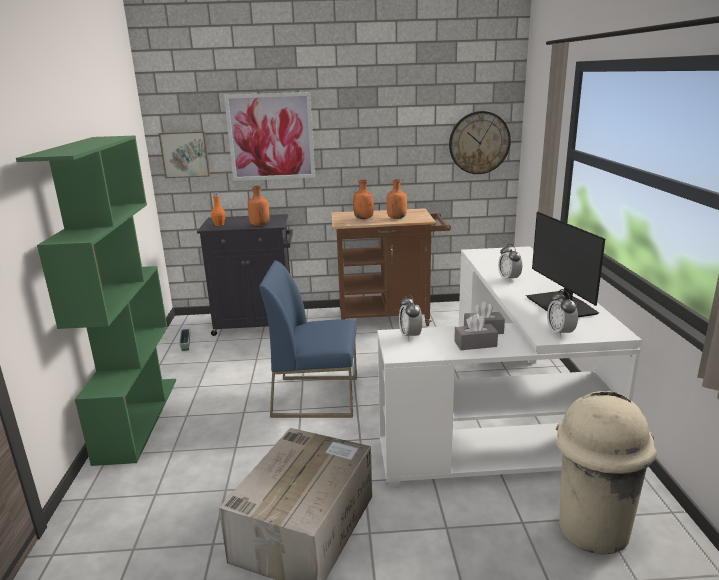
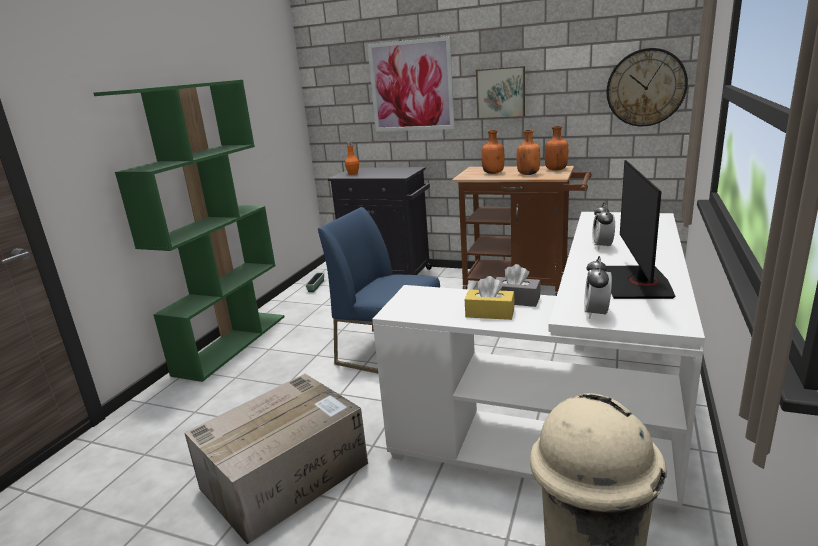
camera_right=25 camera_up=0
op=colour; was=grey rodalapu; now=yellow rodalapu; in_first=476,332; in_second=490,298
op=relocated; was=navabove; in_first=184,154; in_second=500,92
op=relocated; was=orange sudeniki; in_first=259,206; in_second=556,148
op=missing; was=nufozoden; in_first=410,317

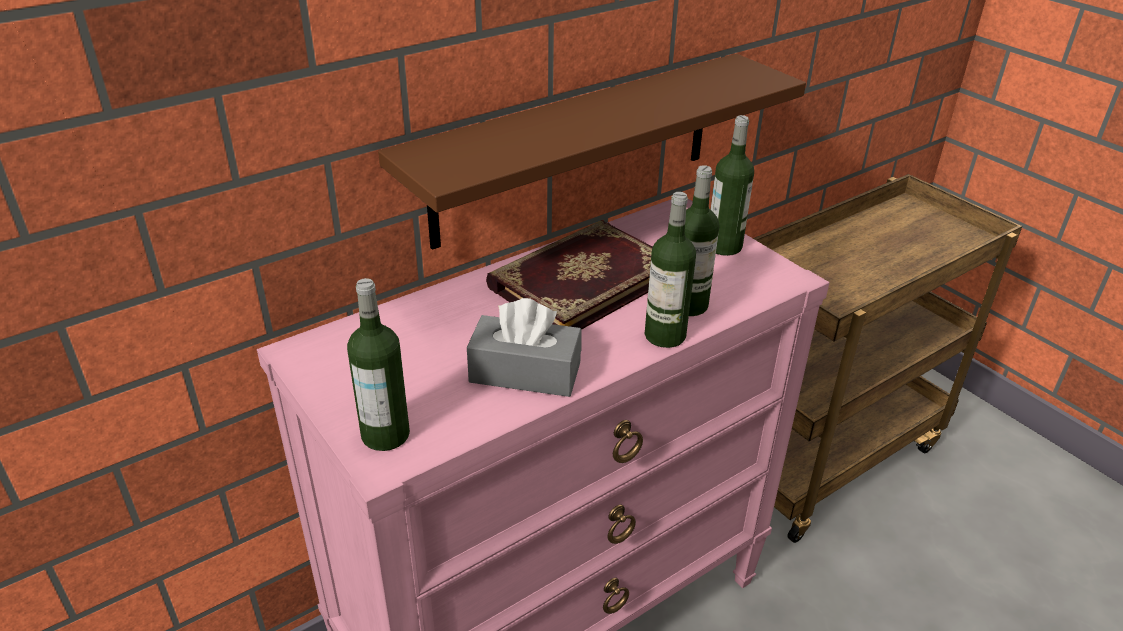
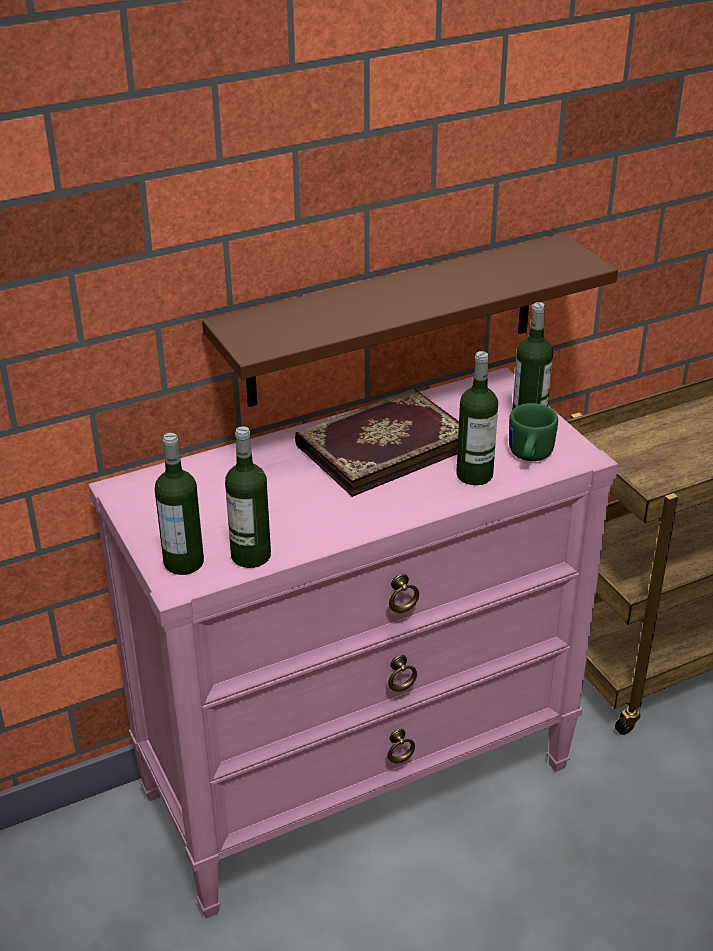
camera_right=10 camera_up=0
op=relocated; was=sudeniki; in_first=670,270; in_second=248,497
op=appeared; now=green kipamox; in_second=533,432
op=missing; was=grey rodalapu; in_first=524,347

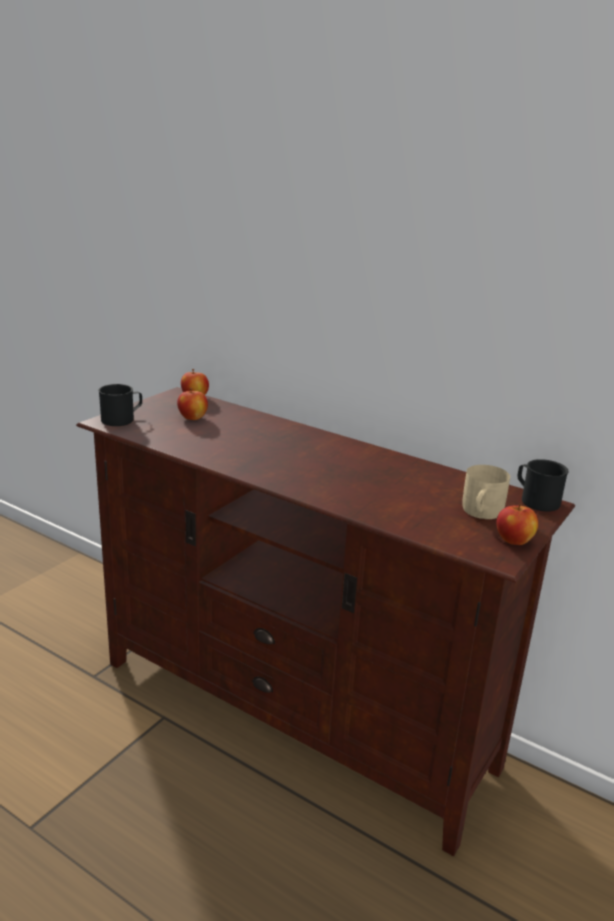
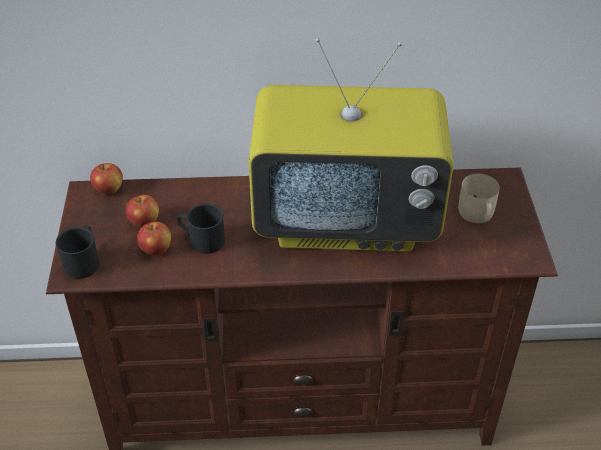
camera_right=-35 camera_up=20
op=relocated; was=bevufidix; in_first=517,524; in_second=154,238
op=relocated; was=black kipamox; in_first=543,485; in_second=201,228
op=appeared; now=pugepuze; in_second=351,144

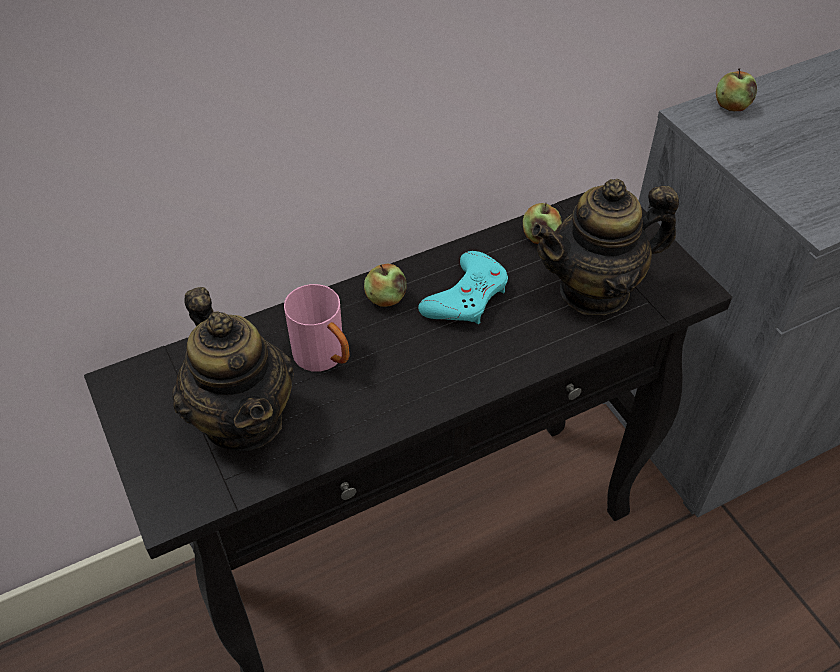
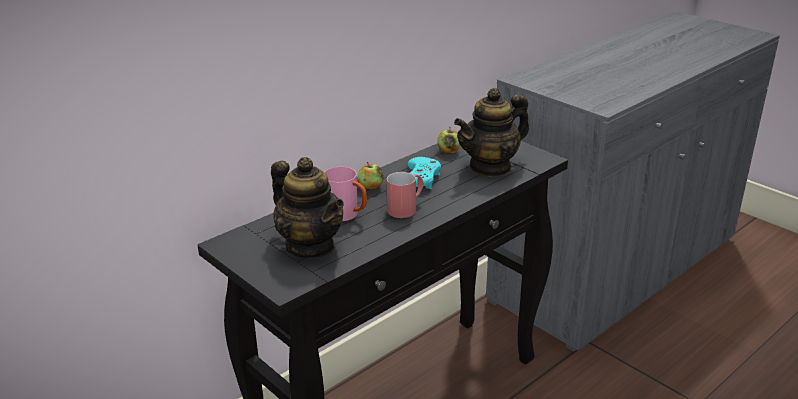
camera_right=-15 camera_up=-20
op=appeared; now=red kipamox; in_second=405,195
op=missing; was=bevufidix; in_first=736,89

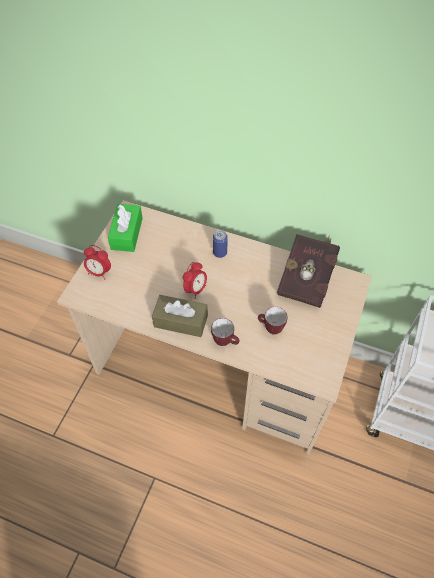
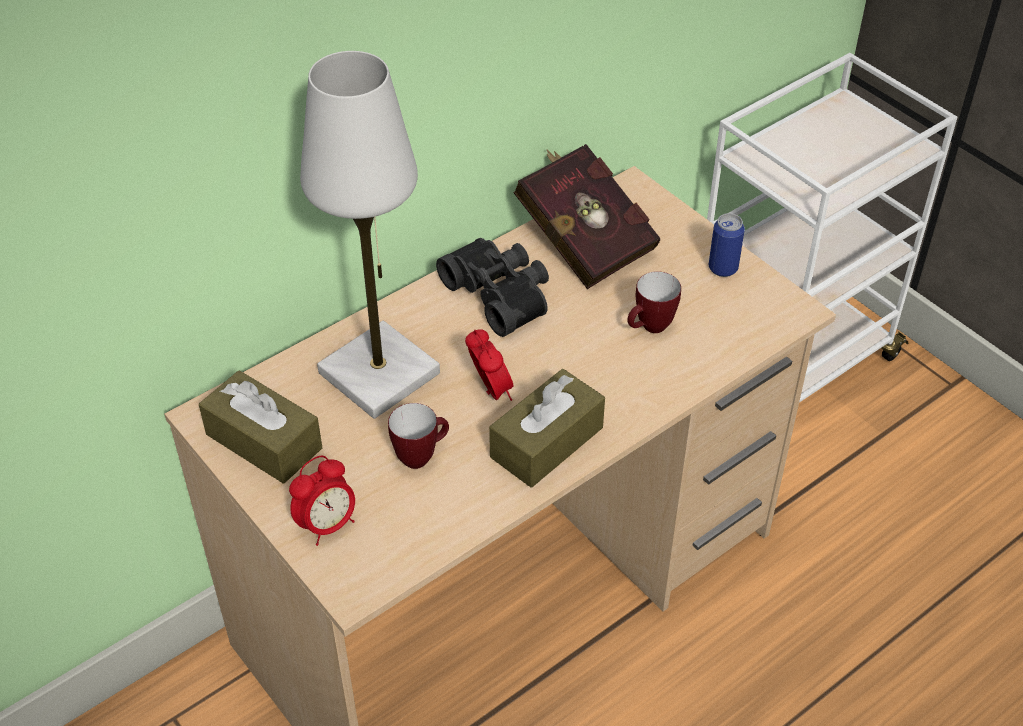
camera_right=-60 camera_up=-10
op=colour; was=green rodalapu; now=brown rodalapu; in_first=125,228; in_second=260,427
op=appeared; now=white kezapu; in_second=370,235
op=relocated; was=kipamox; in_first=225,332; in_second=418,436
op=appeared; now=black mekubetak; in_second=492,287
op=relocated; was=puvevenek; in_first=220,244; in_second=727,245

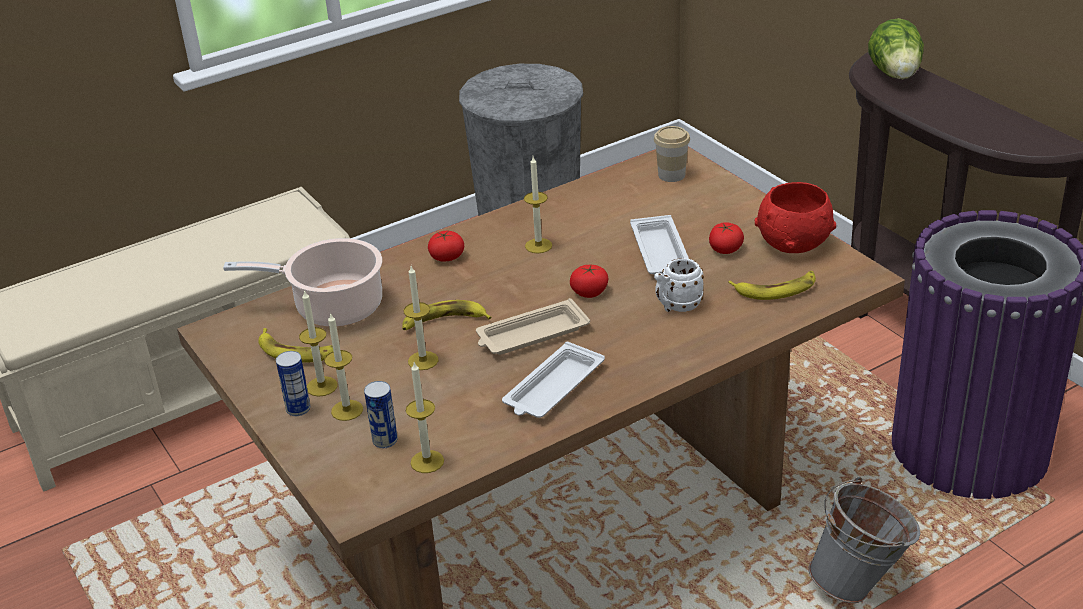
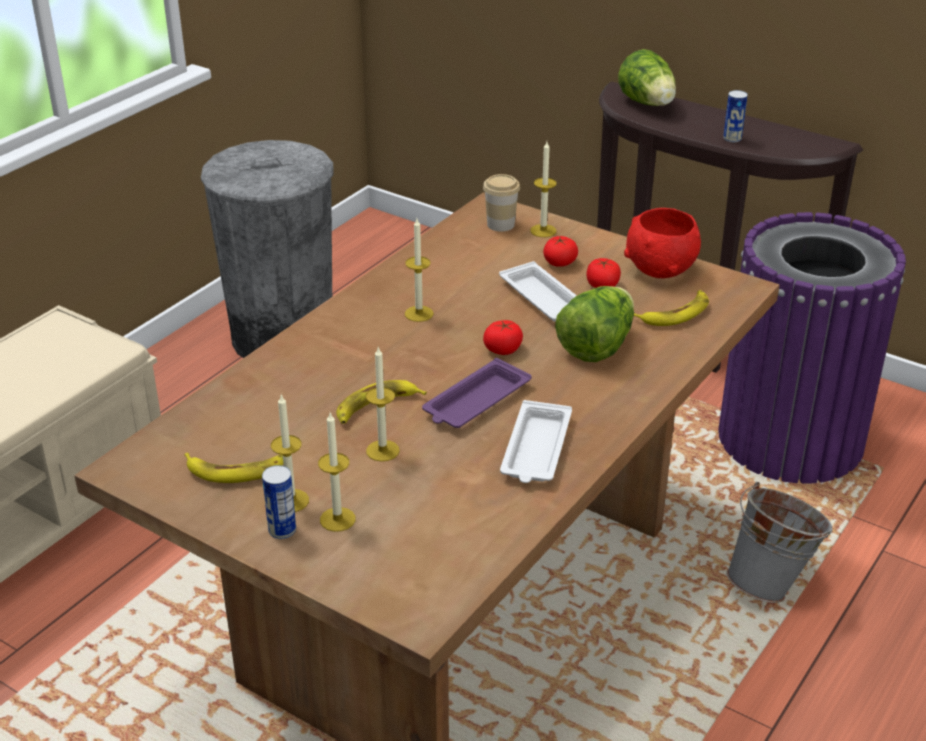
camera_right=-25 camera_up=0
op=colour; was=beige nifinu; now=purple nifinu; in_first=533,326; in_second=477,393
op=relocated; was=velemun; in_first=425,417; in_second=543,189
op=relocated; was=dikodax; in_first=446,246; in_second=560,251
op=exchanged; was=white kipamox; now=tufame; in_first=679,285; in_second=594,324
op=relocated; was=puvevenek; in_first=381,414; in_second=735,116
op=missing; was=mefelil; in_first=302,282

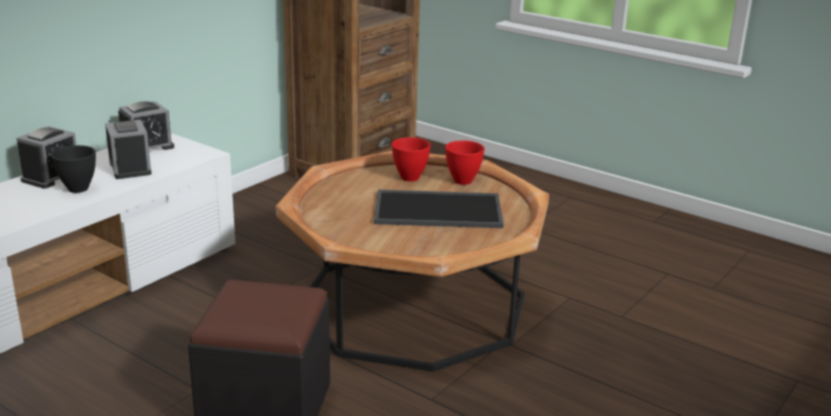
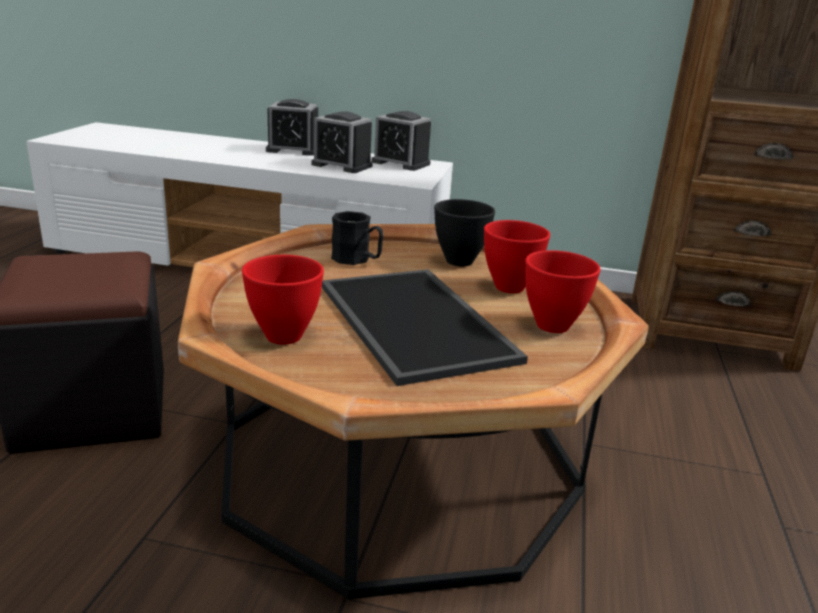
camera_right=65 camera_up=0
op=appeared; now=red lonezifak; in_second=283,300
op=spun; was=nufozoden; in_first=128,149; in_second=342,142; clockwise=75
op=appeared; now=black kipamox; in_second=357,238
op=relocated; was=black lonezifak; in_first=73,169; in_second=464,232

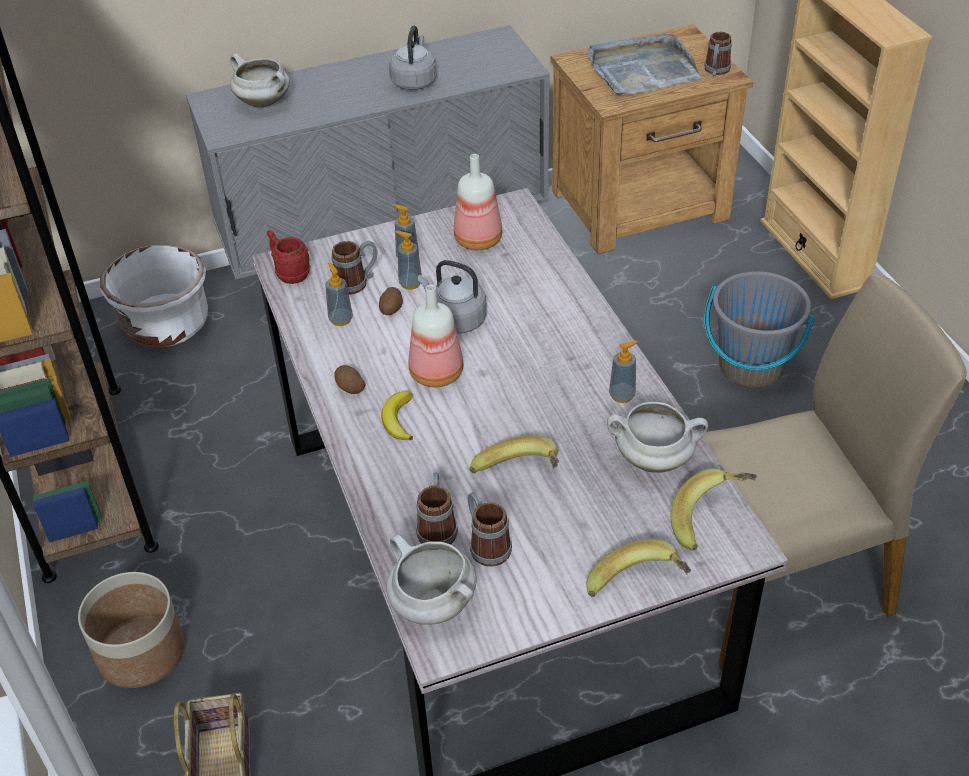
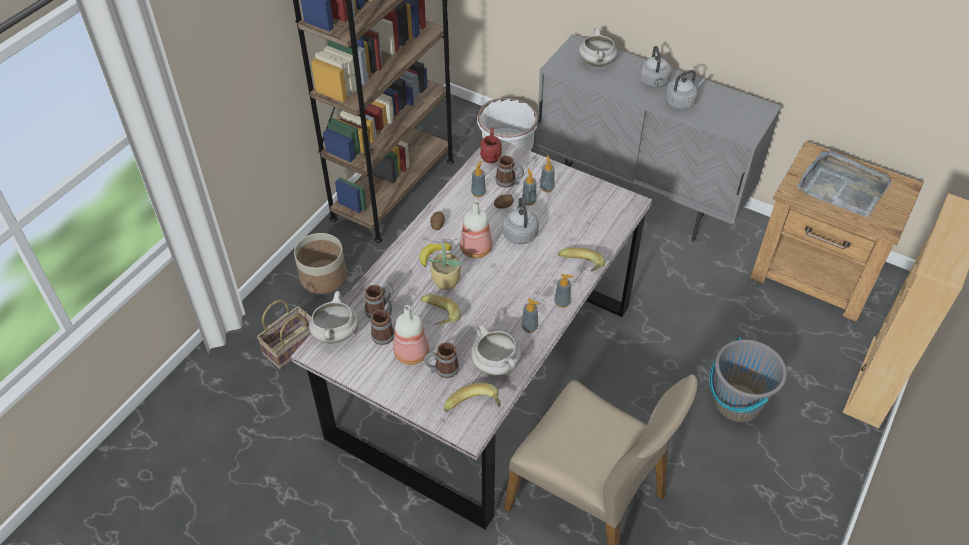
camera_right=50 camera_up=5
op=relocated; was=sudeniki; in_first=478,202; in_second=411,335
op=appeared; now=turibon; in_second=443,264
op=relocated; was=kipamox; in_first=718,54; in_second=442,360
op=appeared; now=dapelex; in_second=564,291
op=relocated; was=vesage; in_first=638,568; in_second=581,259
op=appeared; now=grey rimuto; in_second=655,67

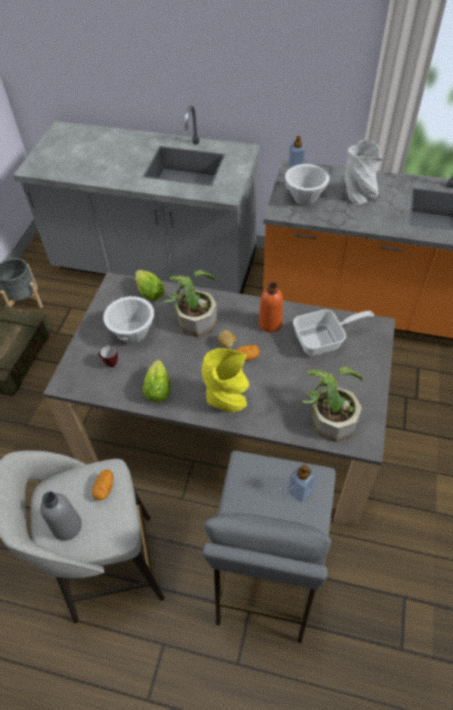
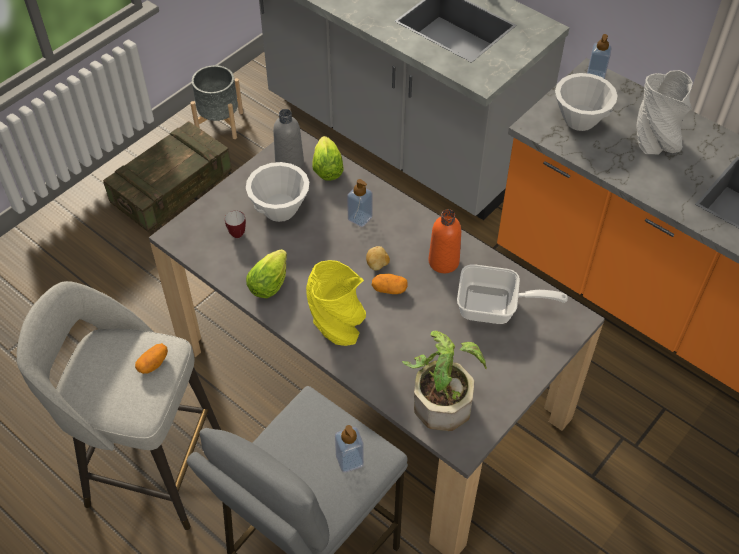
camera_right=25 camera_up=0
op=relocated; was=grey sudeniki; in_first=61,516; in_second=288,138
op=exchanged; was=turibon; now=dapelex; in_first=190,303; in_second=359,203

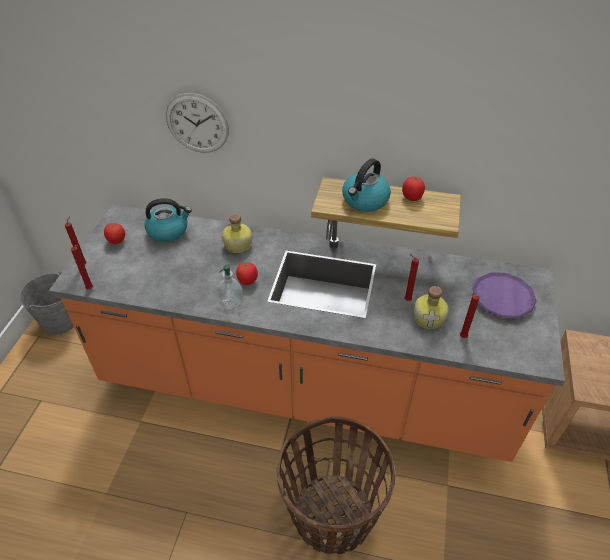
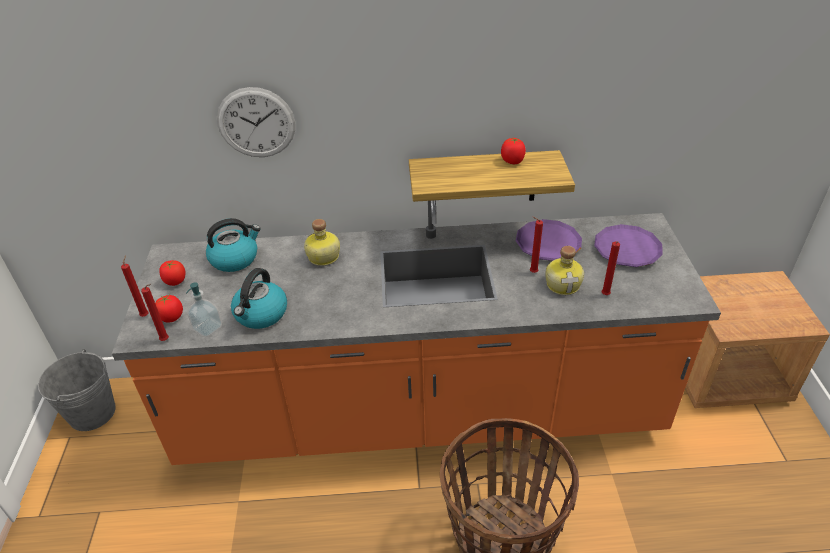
camera_right=-15 camera_up=-5
op=relocated; was=dikodax; in_first=247,273; in_second=169,309
op=relocated; was=dapelex; in_first=230,287; in_second=204,309
op=relocated; was=rimuto; in_first=366,185; in_second=259,298
op=appeared; now=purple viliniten; in_second=549,240

